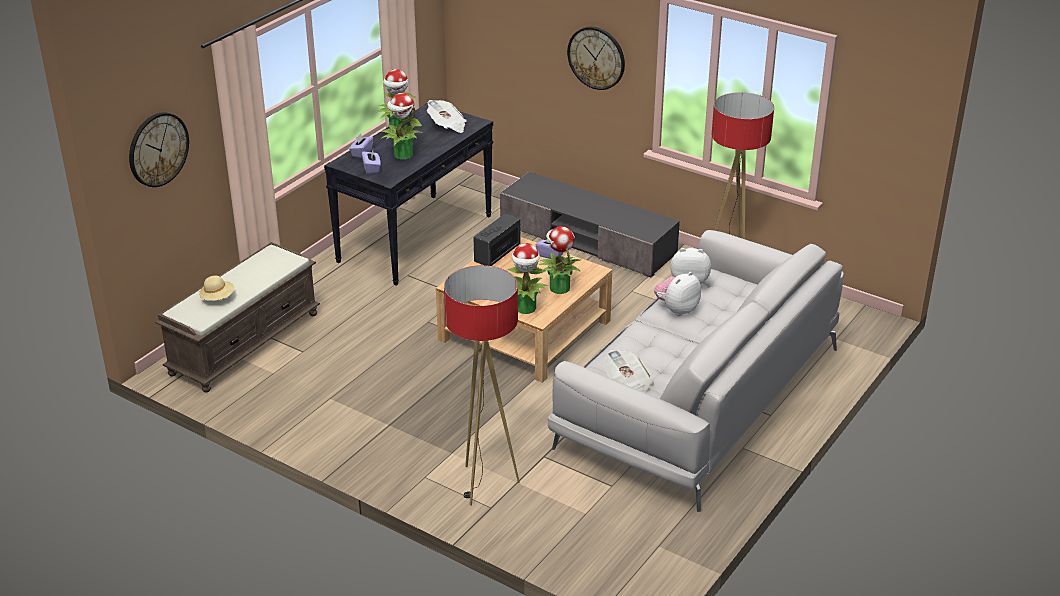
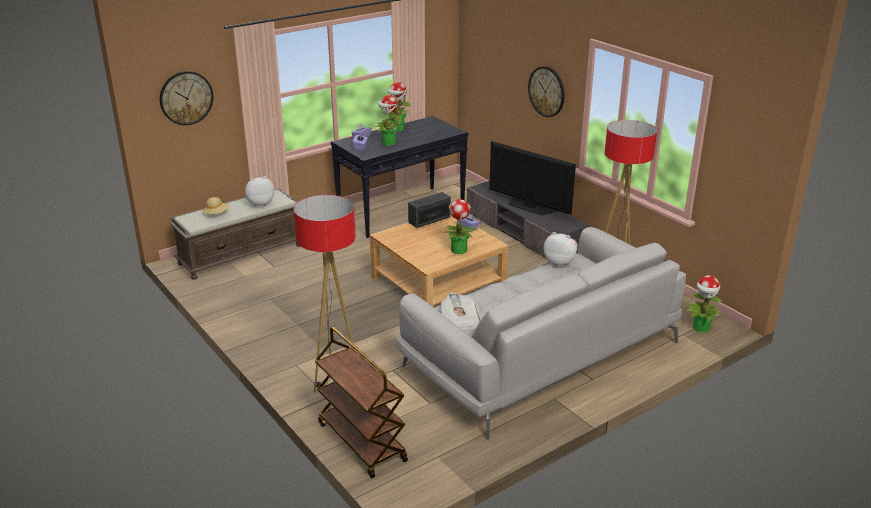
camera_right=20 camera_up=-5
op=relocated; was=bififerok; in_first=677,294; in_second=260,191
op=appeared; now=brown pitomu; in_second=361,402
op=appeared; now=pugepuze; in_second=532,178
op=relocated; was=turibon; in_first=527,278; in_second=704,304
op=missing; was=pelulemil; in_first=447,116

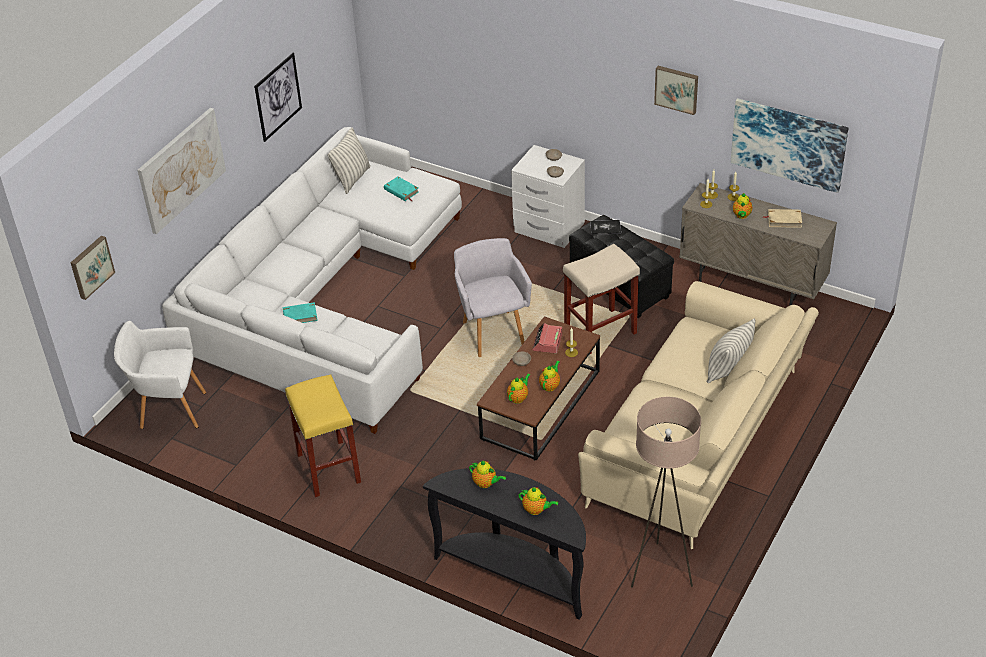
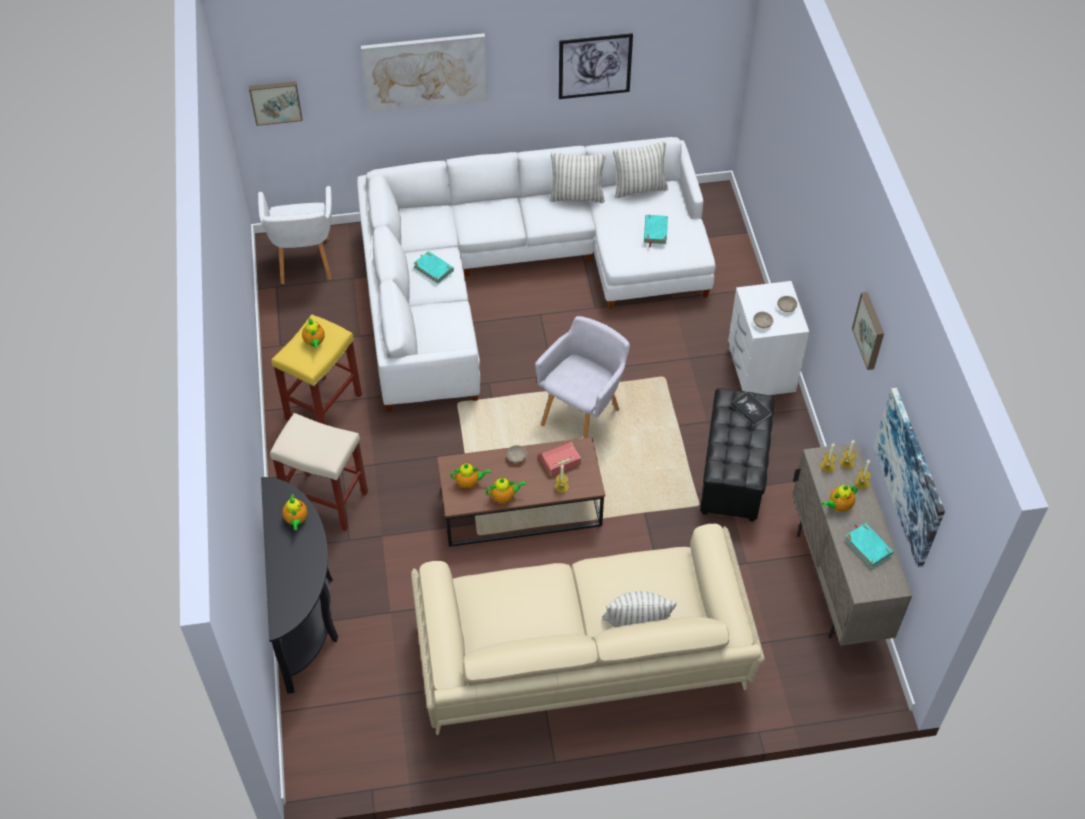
camera_right=50 camera_up=10
op=spun; was=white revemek; in_first=160,375; in_second=295,235; clockwise=-150
op=relocated; was=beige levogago; in_first=601,299; in_second=319,472
op=relocated; was=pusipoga; in_first=538,501; in_second=313,333
op=appeared; now=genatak; in_second=578,178
op=colour; was=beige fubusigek; now=turquoise fubusigek; in_first=782,218; in_second=869,545
op=missing; was=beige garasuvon; in_first=666,492

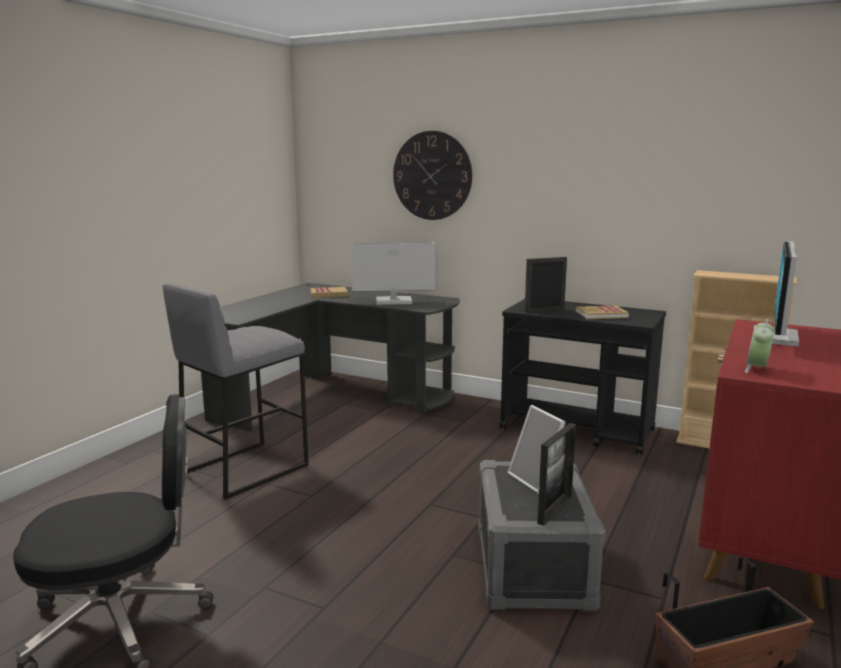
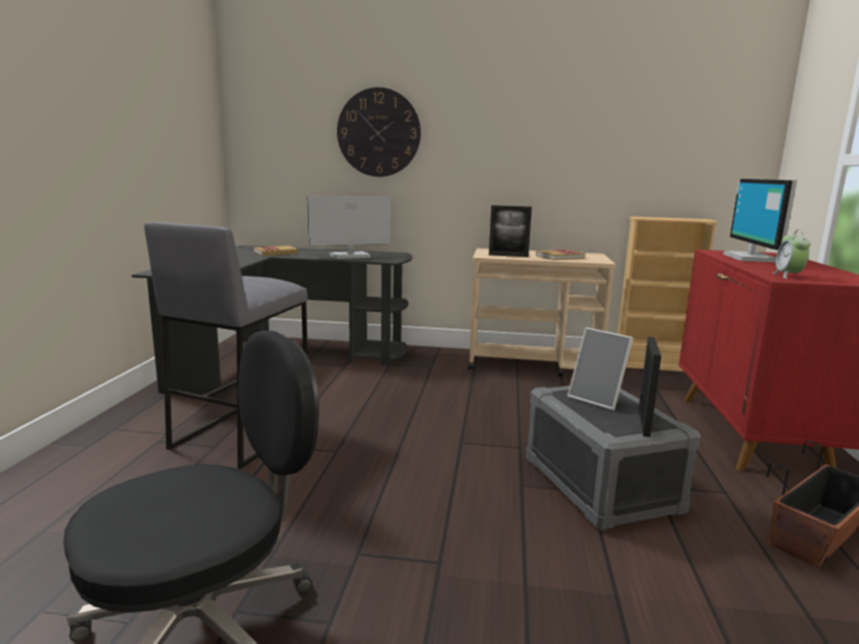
camera_right=-20 camera_up=0
op=colour; was=black pitomu; now=beige pitomu; in_first=582,377; in_second=542,312
op=spun; was=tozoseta; in_first=546,285; in_second=510,231; clockwise=-135

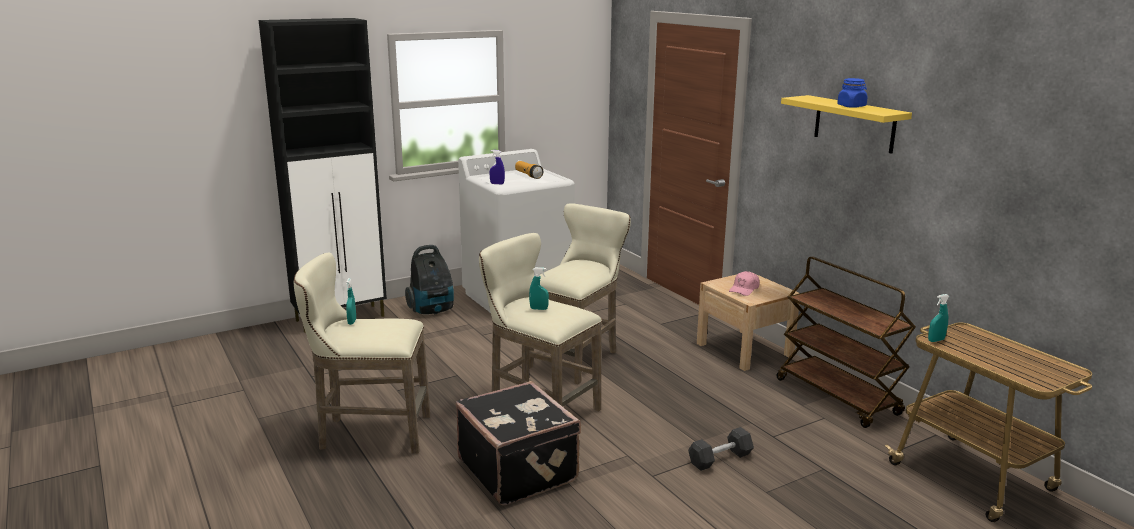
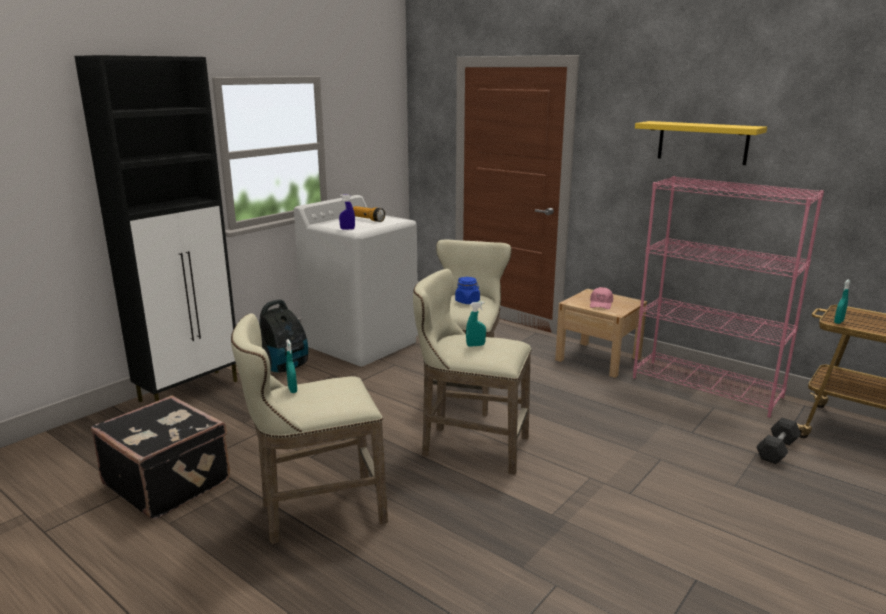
camera_right=-20 camera_up=0
op=relocated; was=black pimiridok; in_first=518,443; in_second=160,458
op=relocated; was=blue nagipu; in_first=852,93; in_second=467,290
op=exchanged; was=brown pitomu; now=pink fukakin; in_first=846,342; in_second=728,297
op=relocated; was=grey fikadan; in_first=721,449; in_second=778,441

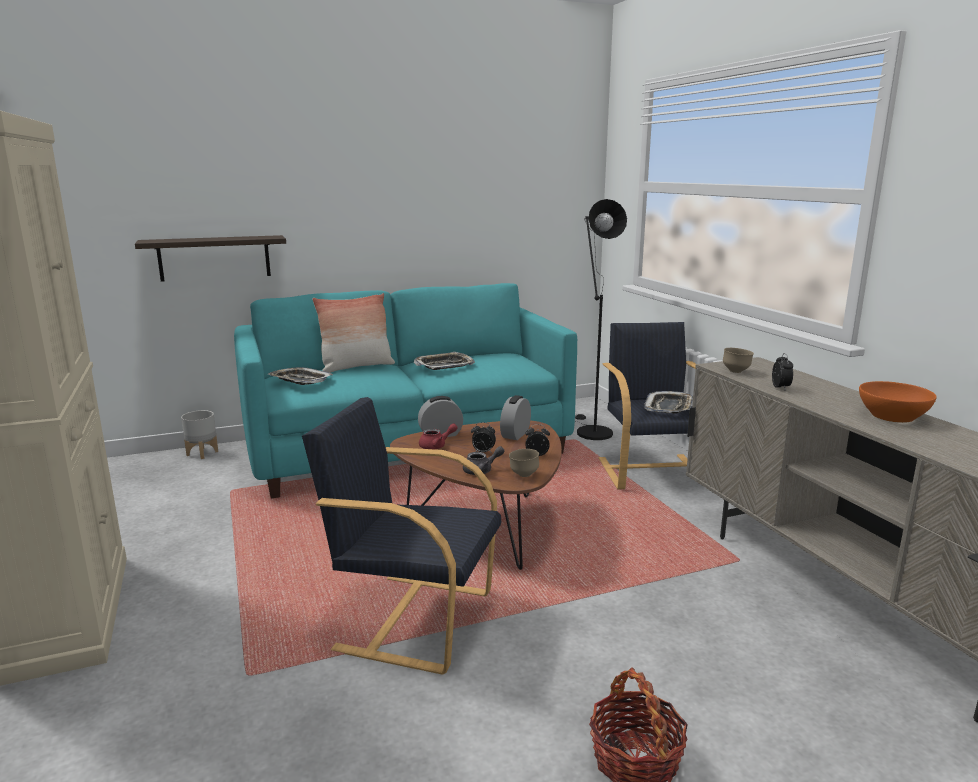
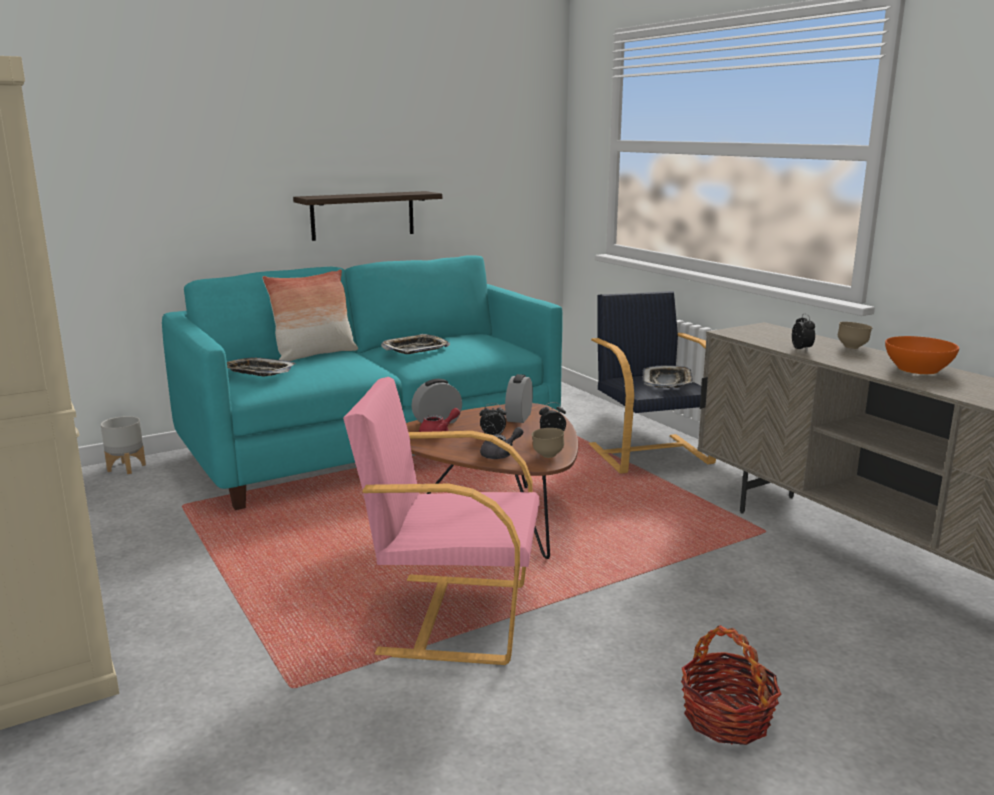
camera_right=-10 camera_up=0
op=relocated; was=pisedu; in_first=210,258; in_second=367,216
op=colour; was=black revemek; now=pink revemek; in_first=401,536; in_second=441,521
op=relocated; was=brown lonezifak; in_first=738,360; in_second=855,335
op=missing; was=black garasuvon; in_first=601,319

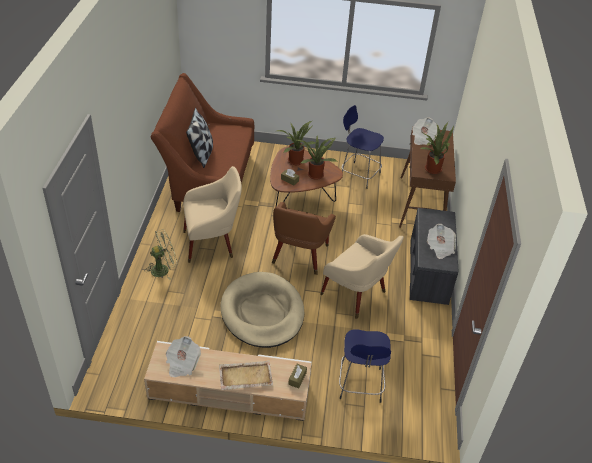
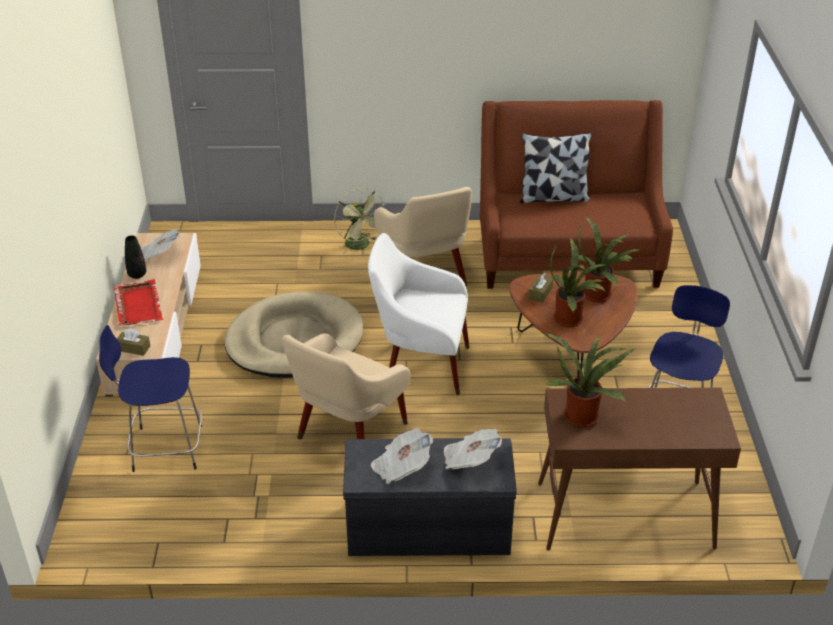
camera_right=85 camera_up=-5
op=colour; was=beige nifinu; now=red nifinu; in_first=246,375; in_second=138,302
op=appeared; now=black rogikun; in_second=135,257
op=colour; was=brown revemek; now=white revemek; in_first=304,238; in_second=418,314
op=relocated; was=pelulemil; in_first=426,131; in_second=473,449

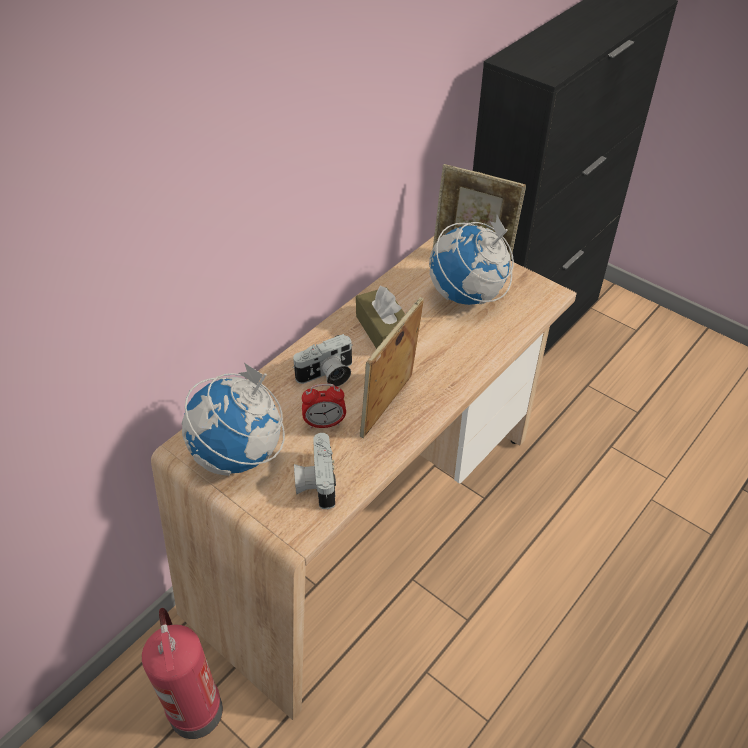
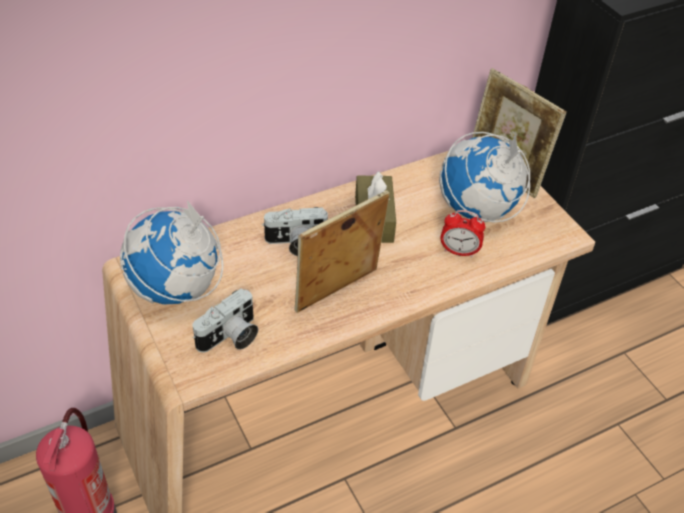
camera_right=20 camera_up=0
op=spun; was=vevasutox; in_first=315,471; in_second=225,320; clockwise=-150
op=relocated; was=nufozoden; in_first=324,405; in_second=463,233

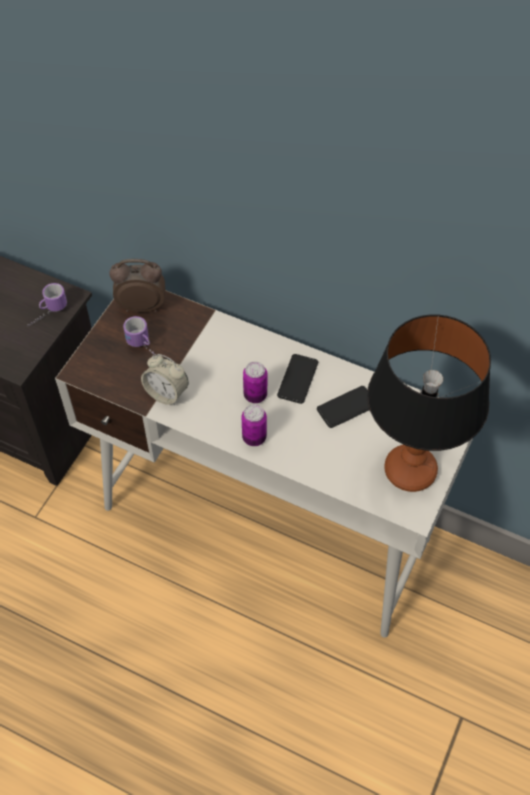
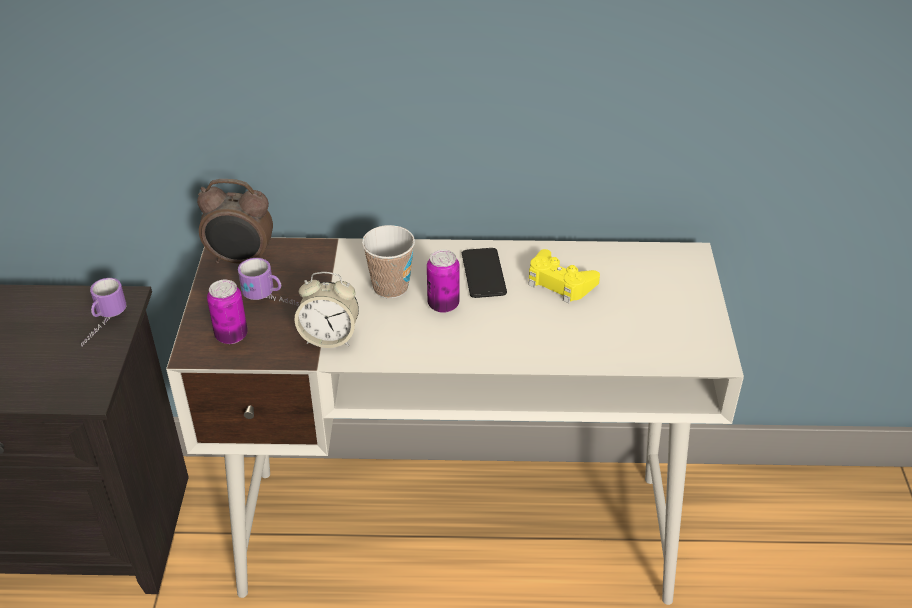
camera_right=-25 camera_up=-15
op=spun; was=nufozoden; in_first=137,285; in_second=235,221; clockwise=-150
op=relocated; was=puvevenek; in_first=254,425; in_second=227,312
op=appeared; now=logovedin; in_second=388,262
op=exchanged; was=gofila; now=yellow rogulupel; in_first=343,407; in_second=564,276
op=missing; was=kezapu; in_first=429,403

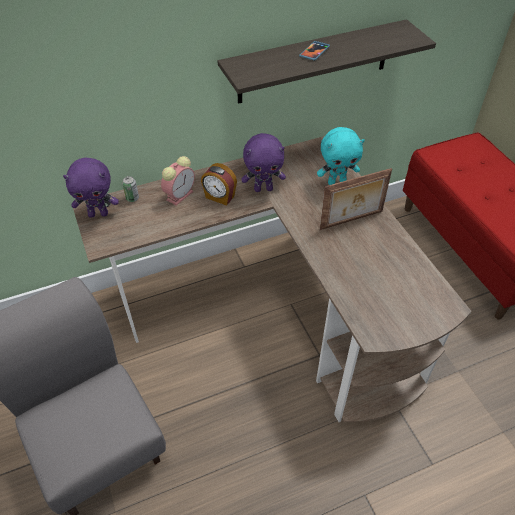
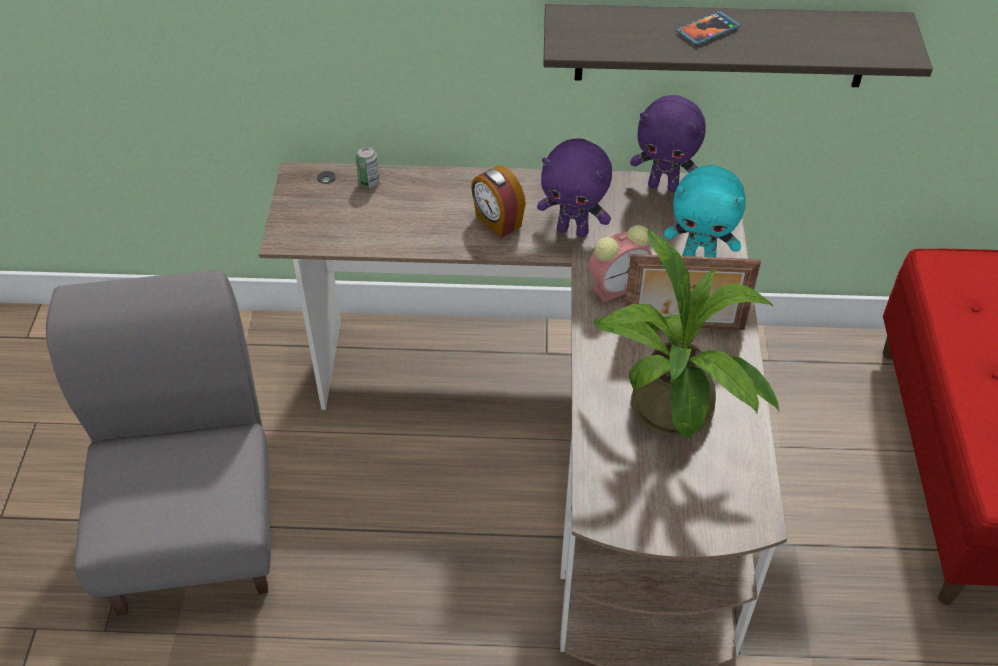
camera_right=25 camera_up=0
op=relocated; was=nufozoden; in_first=178,180; in_second=620,263
op=appeared; now=turibon; in_second=686,334
op=relocated; was=purple bififerok; in_first=91,187; in_second=668,143

